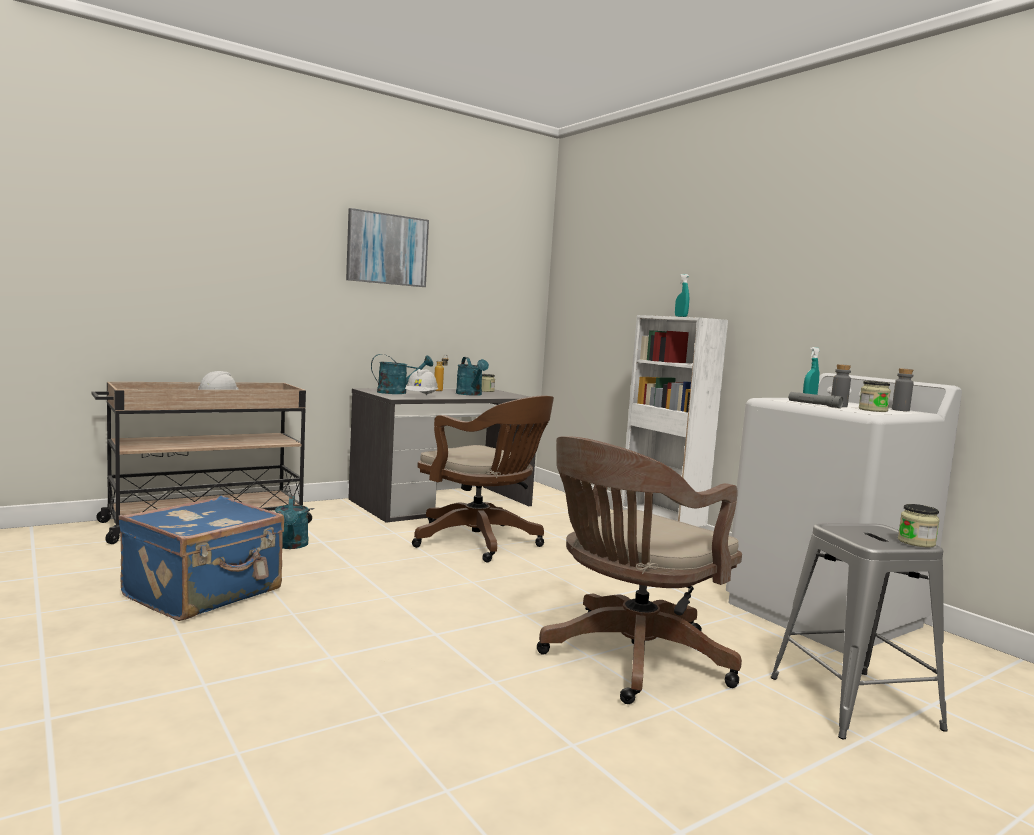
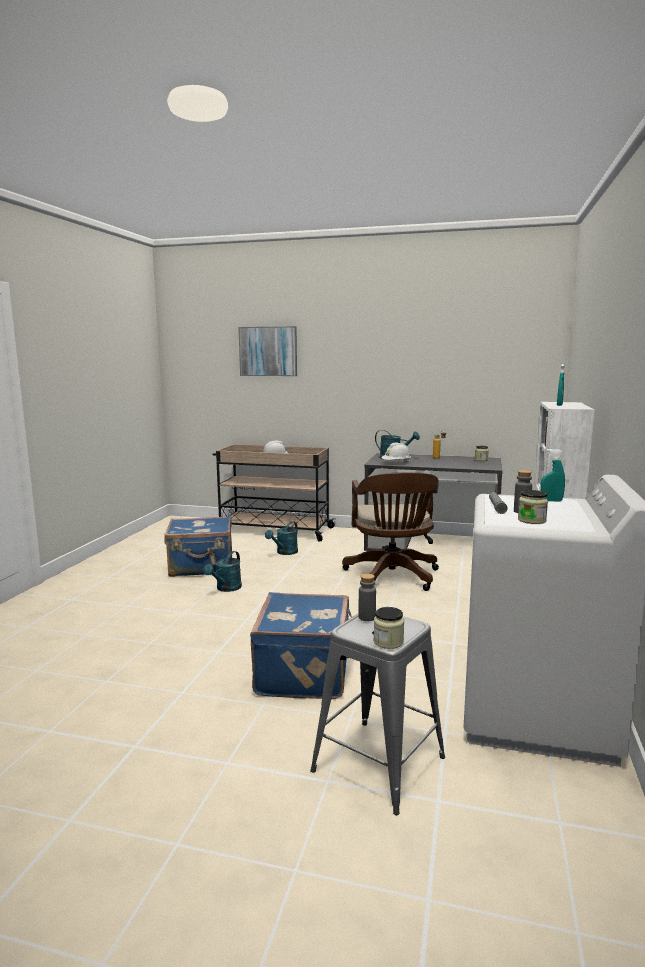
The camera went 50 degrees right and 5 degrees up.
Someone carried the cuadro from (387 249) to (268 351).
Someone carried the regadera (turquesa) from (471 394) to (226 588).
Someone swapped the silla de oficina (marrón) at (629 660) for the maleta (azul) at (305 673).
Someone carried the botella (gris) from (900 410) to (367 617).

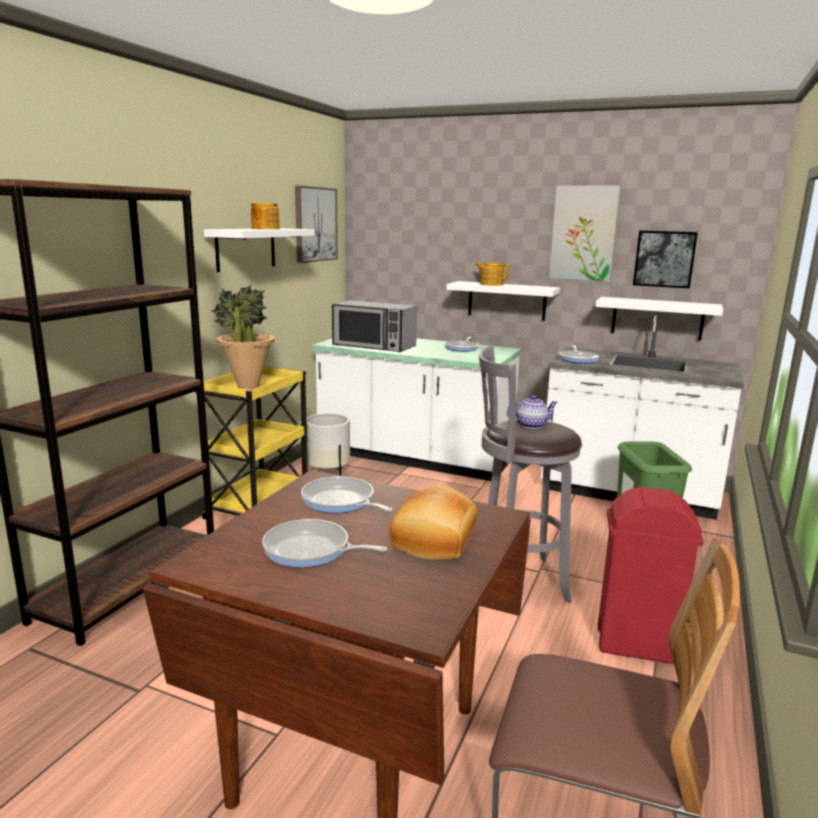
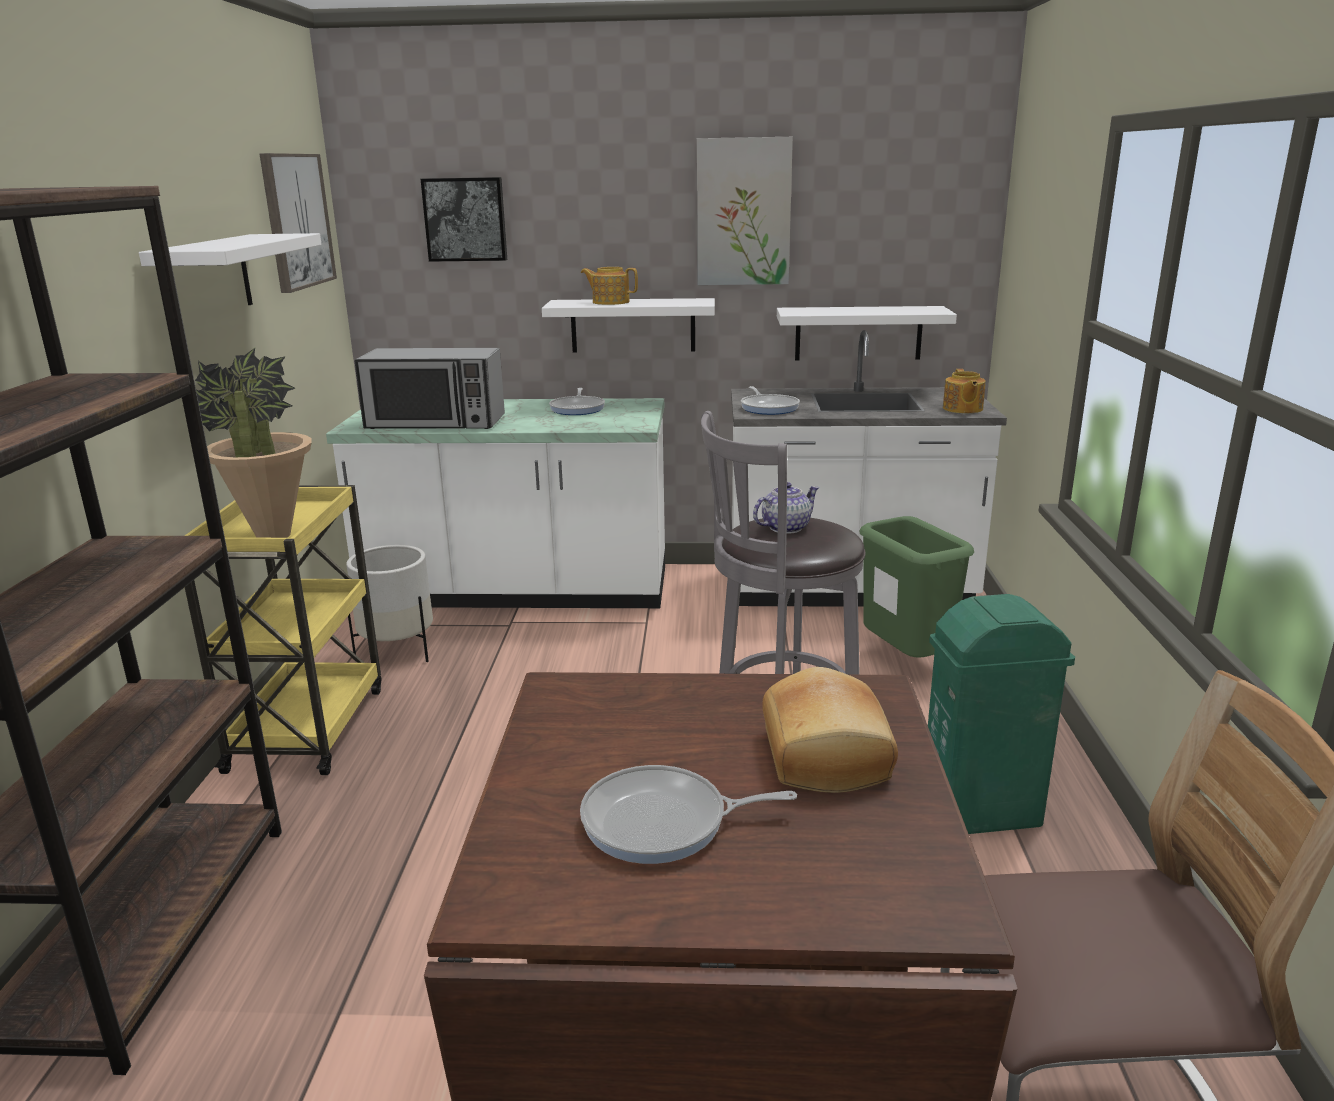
The camera went 20 degrees left and 5 degrees up.
Someone carried the tetera from (264 229) to (962 409).
Someone took away the sartén at (340 501).
Someone repainted the papelera (rojo) at (637 646), which became the papelera (verde) at (982 813).
Someone carried the cuadro from (664 259) to (465 219).

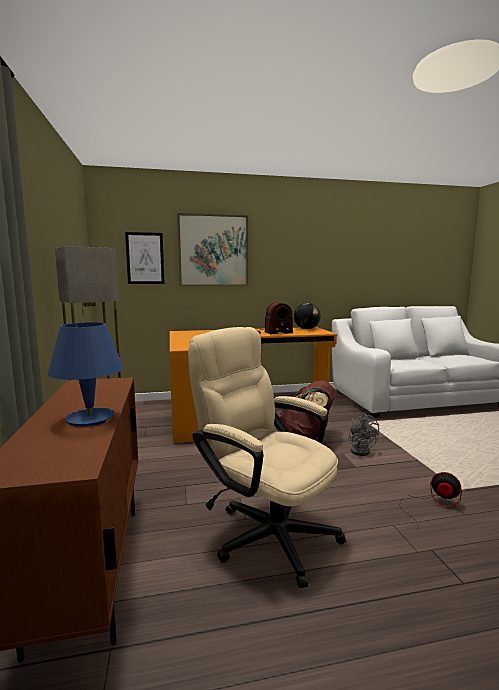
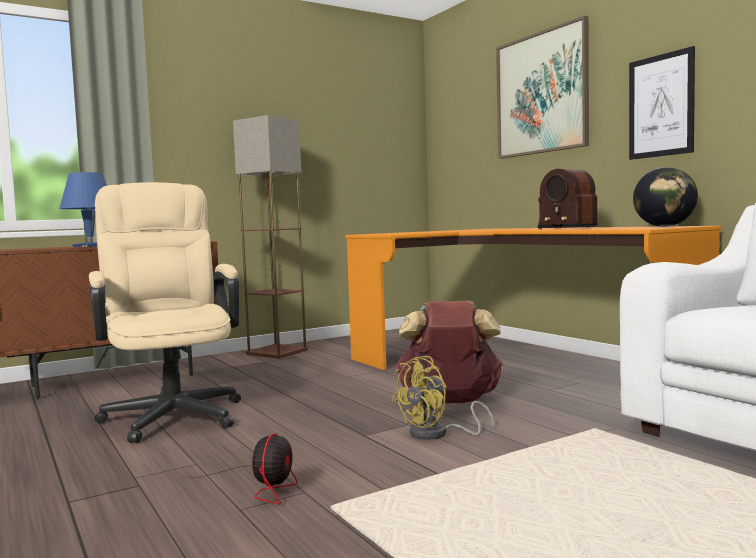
The camera went 70 degrees right and 5 degrees down.
Someone carried the cuadro from (145 258) to (661 106).
Someone rotated the silla de oficina (beis) at (265 531) by 45 degrees counterclockwise.
Someone repainted the ventilador (gris) at (361 450), which became the ventilador (amarillo) at (437 434).

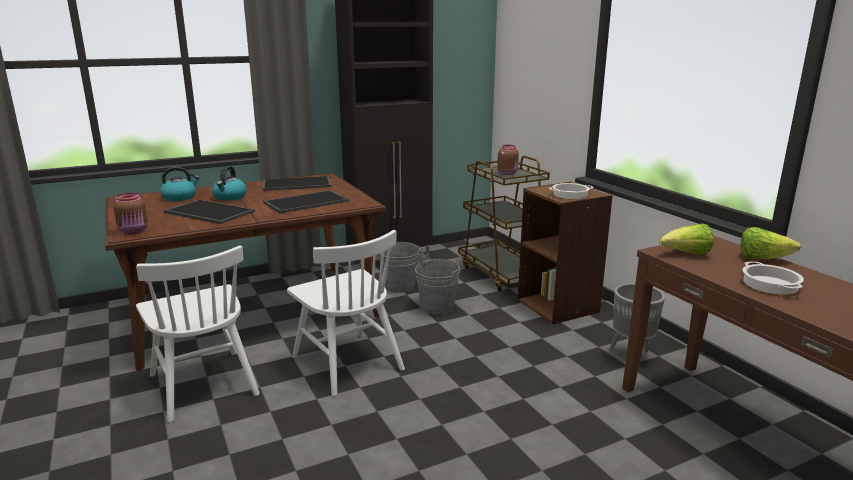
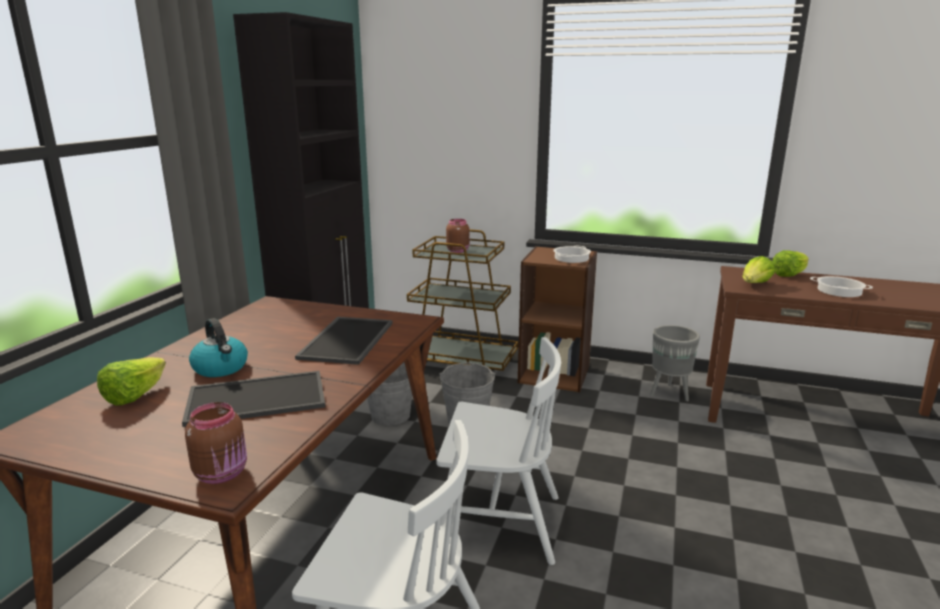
The camera went 45 degrees left and 0 degrees up.
Someone swapped the hervidor at (180 197) for the lechuga at (135 396).
Someone took away the bandeja at (296 184).

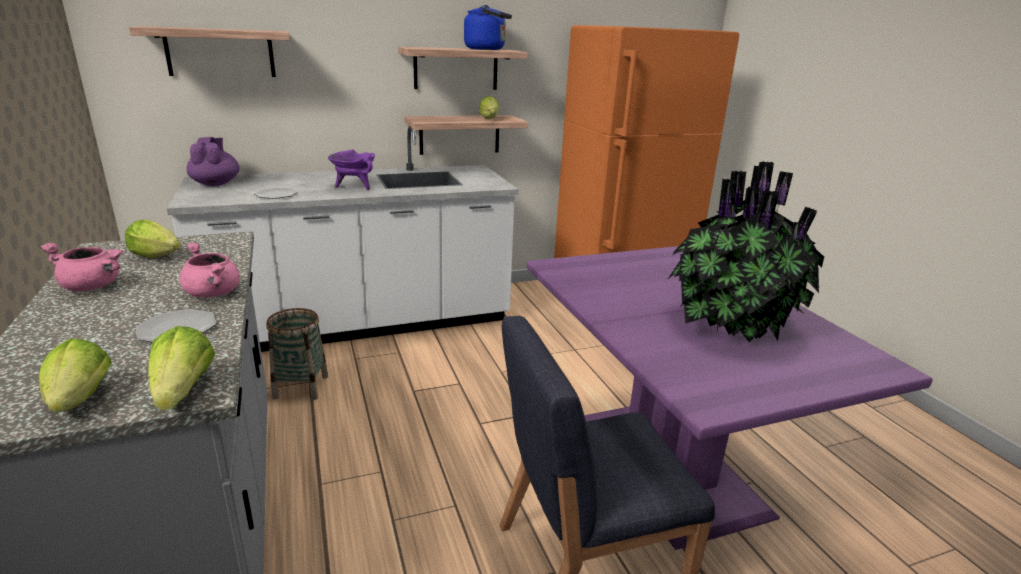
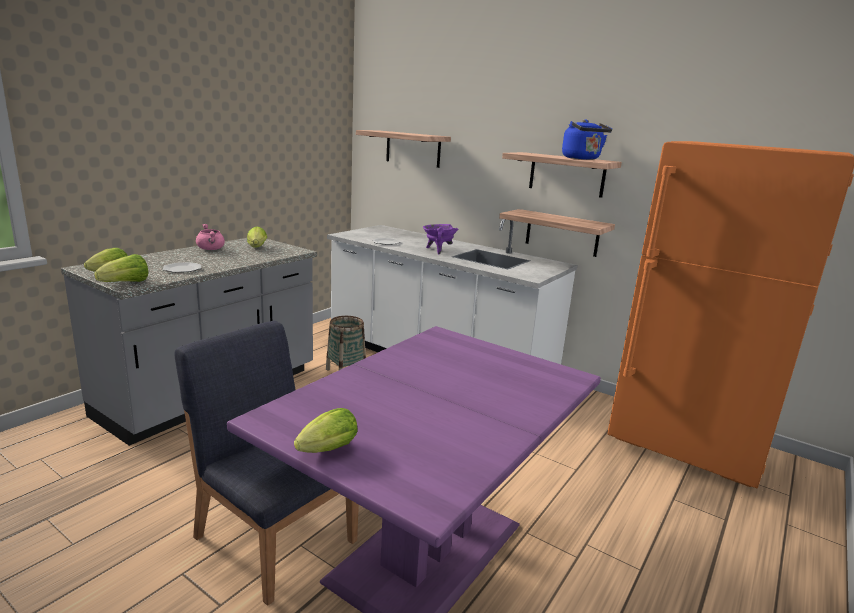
The camera went 55 degrees right and 5 degrees down.
Someone took away the olla (rosa) at (214 293).
Someone took away the tetera (morado) at (216 183).
Someone carried the lechuga from (490 119) to (325 451).
Someone took away the planta en maceta at (730 322).

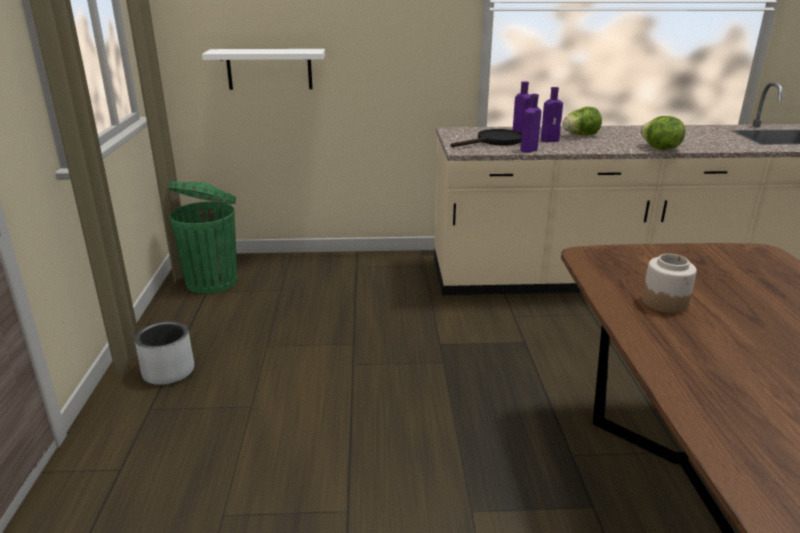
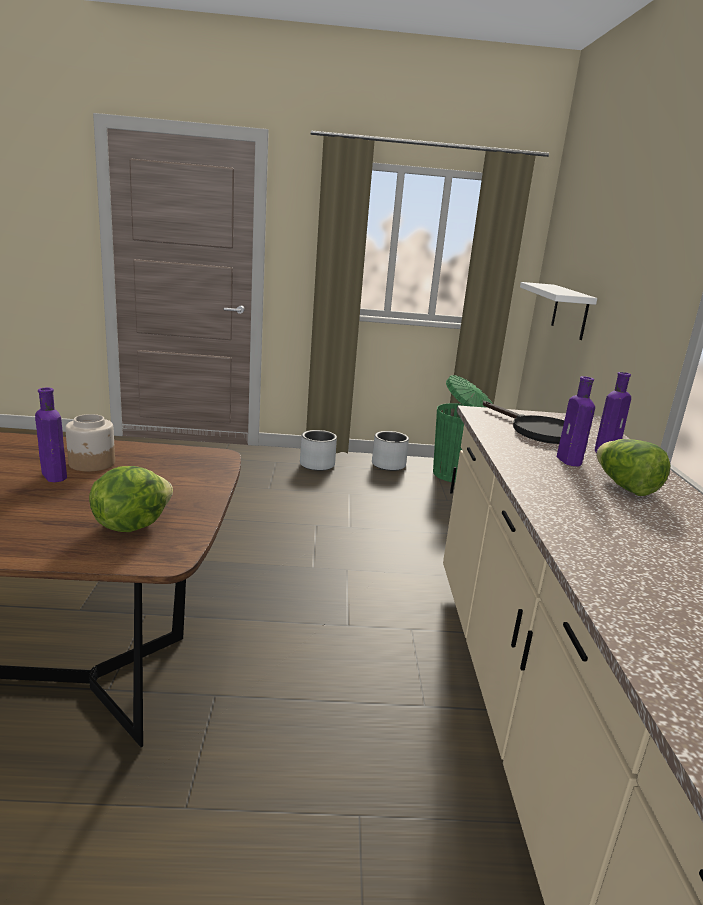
The camera went 90 degrees right and 5 degrees down.
Someone carried the botella (morado) from (528 150) to (53 475).
Someone carried the lechuga from (660 149) to (131 525).
Someone put down the maceta (gris) at (388 465).

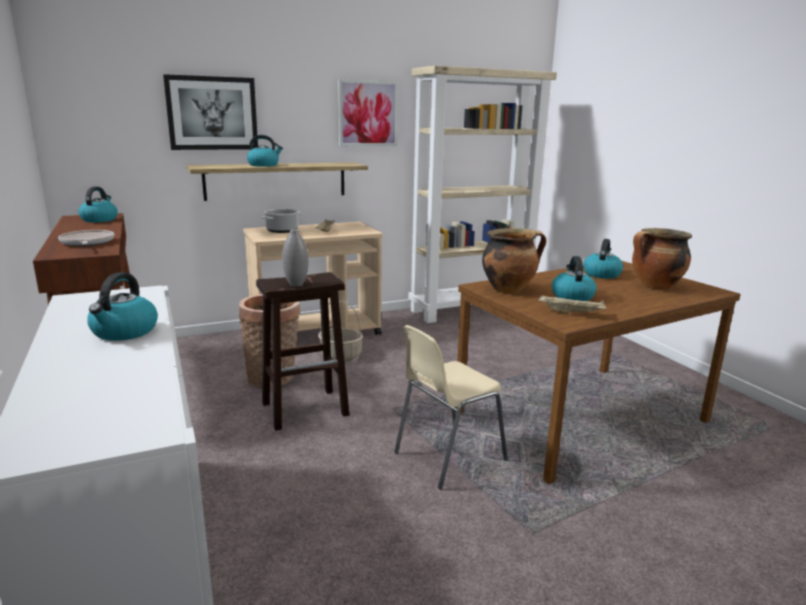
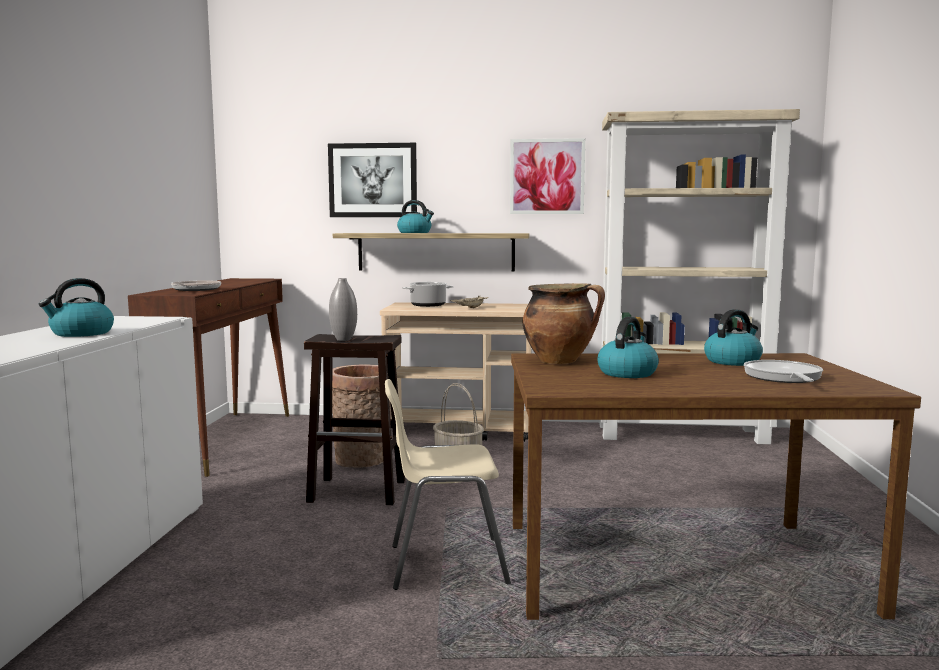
The camera went 30 degrees right and 10 degrees down.
Someone took away the hervidor at (99 219).
Someone took away the bandeja (beis) at (572 313).
Someone swapped the olla at (655 287) for the sartén at (783 377).

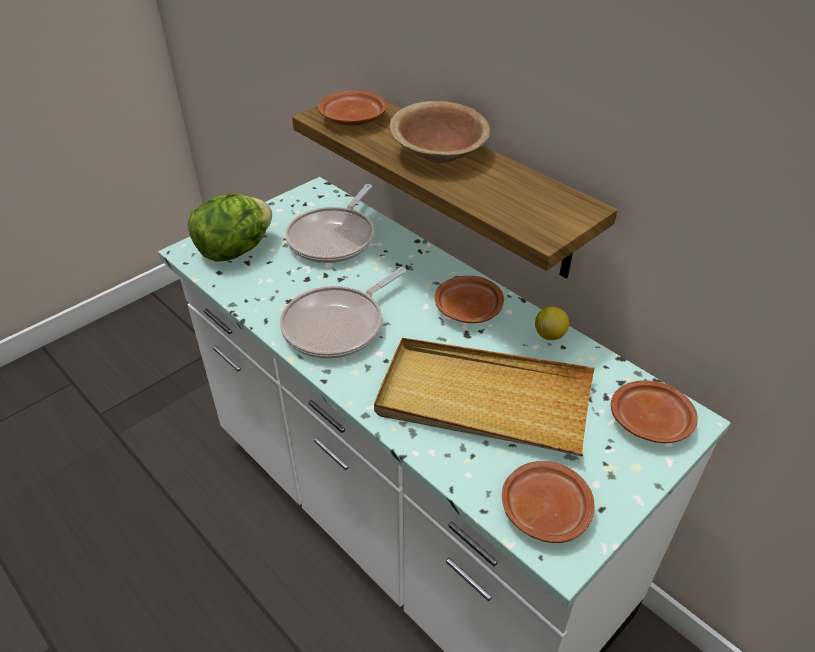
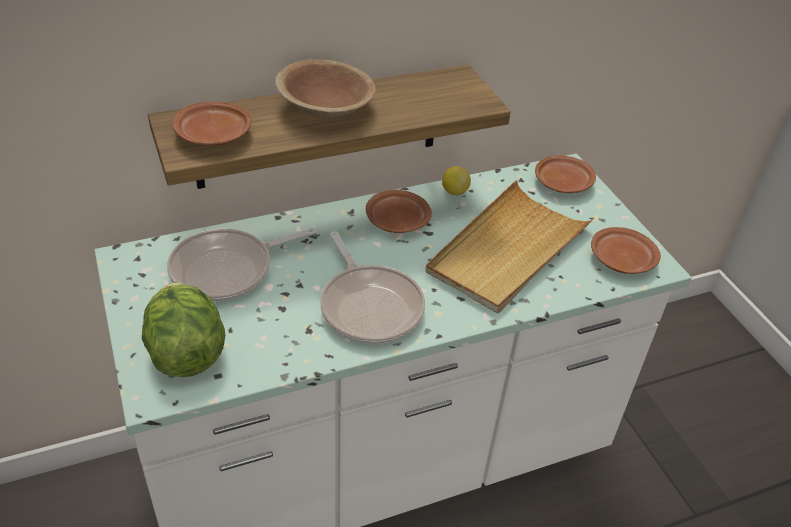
The camera went 70 degrees left and 0 degrees up.
Someone rotated the sartén at (334 238) by 105 degrees clockwise.

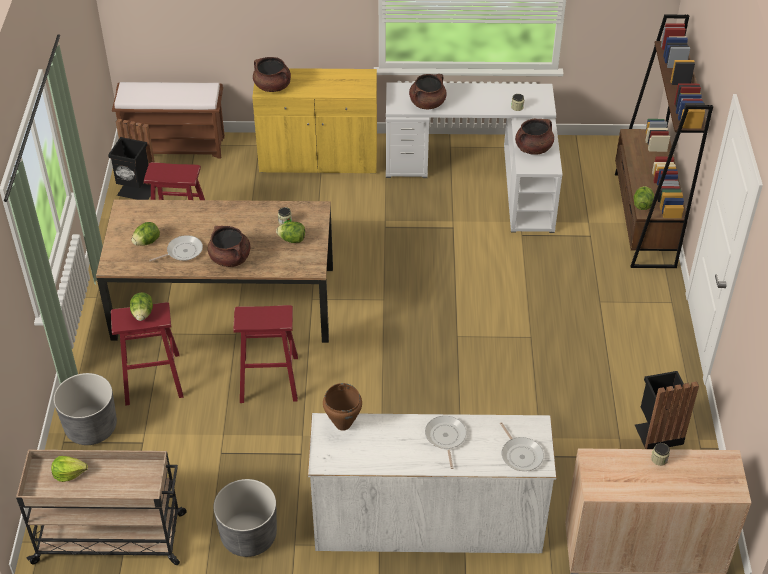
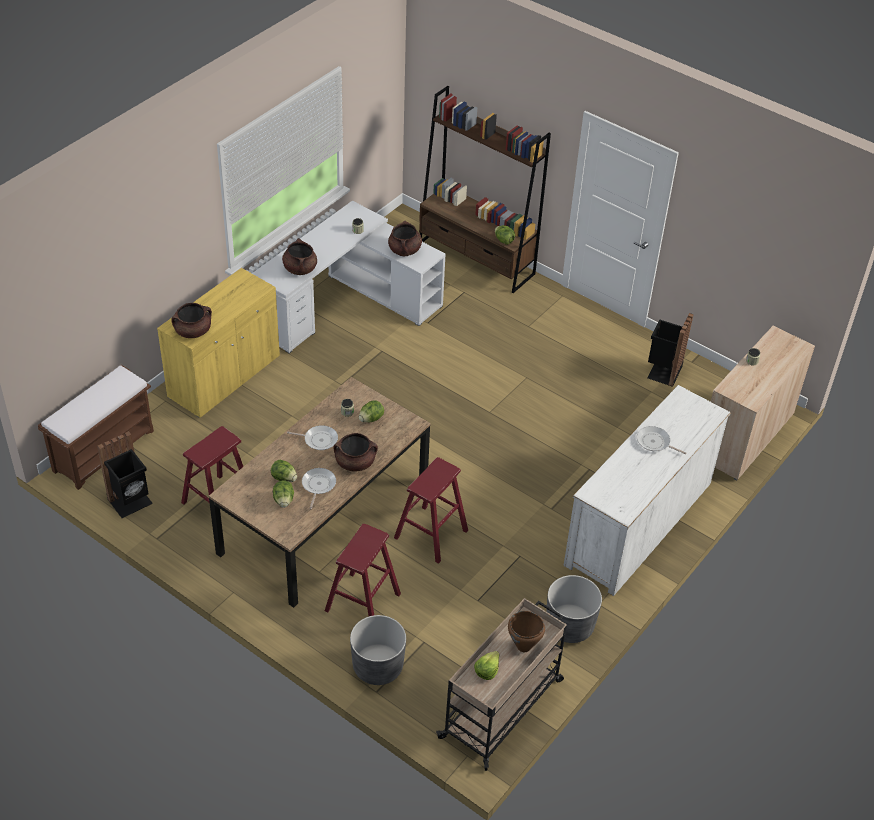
The camera went 55 degrees left and 0 degrees up.
Someone carried the lechuga from (142 314) to (284 478).
Someone carried the olla (marrón) from (342 424) to (524 646).
Someone carried the sartén from (520 454) to (319 440).

